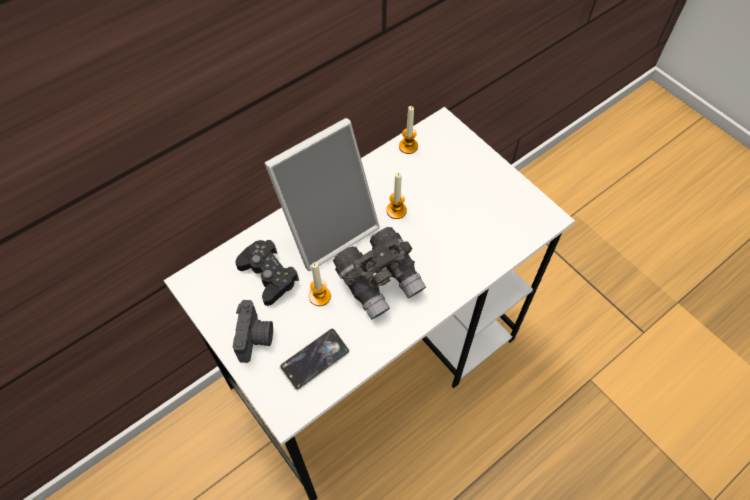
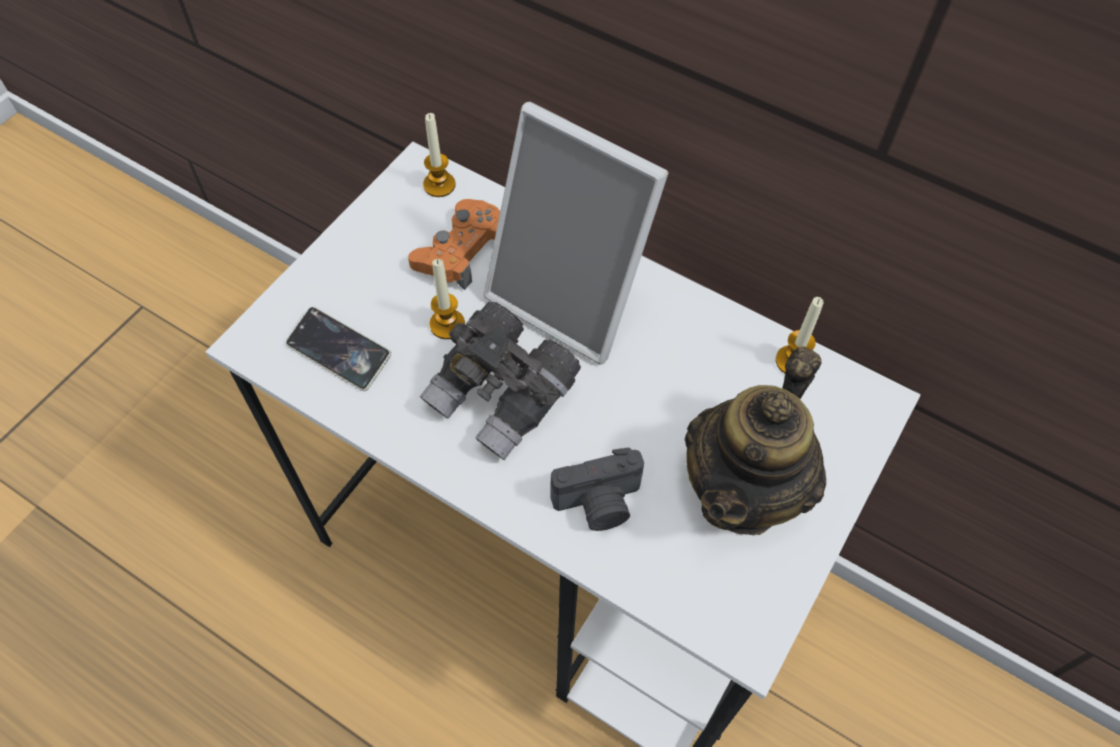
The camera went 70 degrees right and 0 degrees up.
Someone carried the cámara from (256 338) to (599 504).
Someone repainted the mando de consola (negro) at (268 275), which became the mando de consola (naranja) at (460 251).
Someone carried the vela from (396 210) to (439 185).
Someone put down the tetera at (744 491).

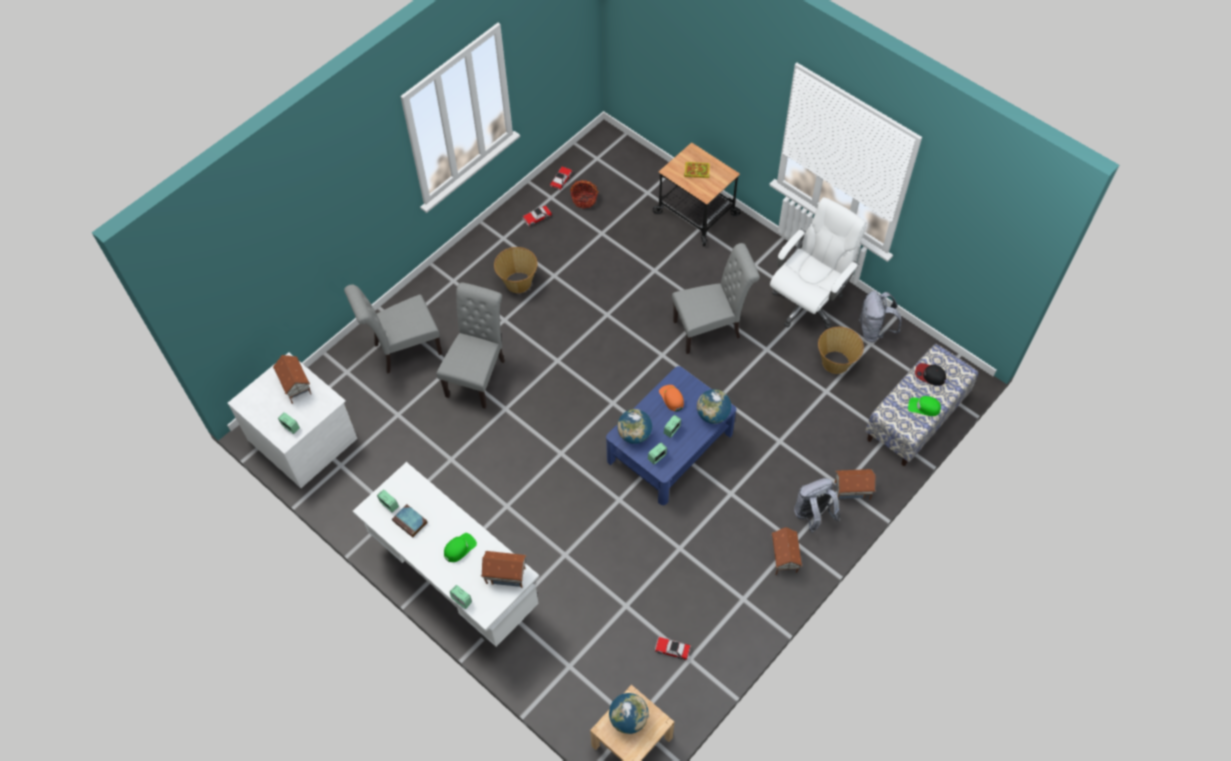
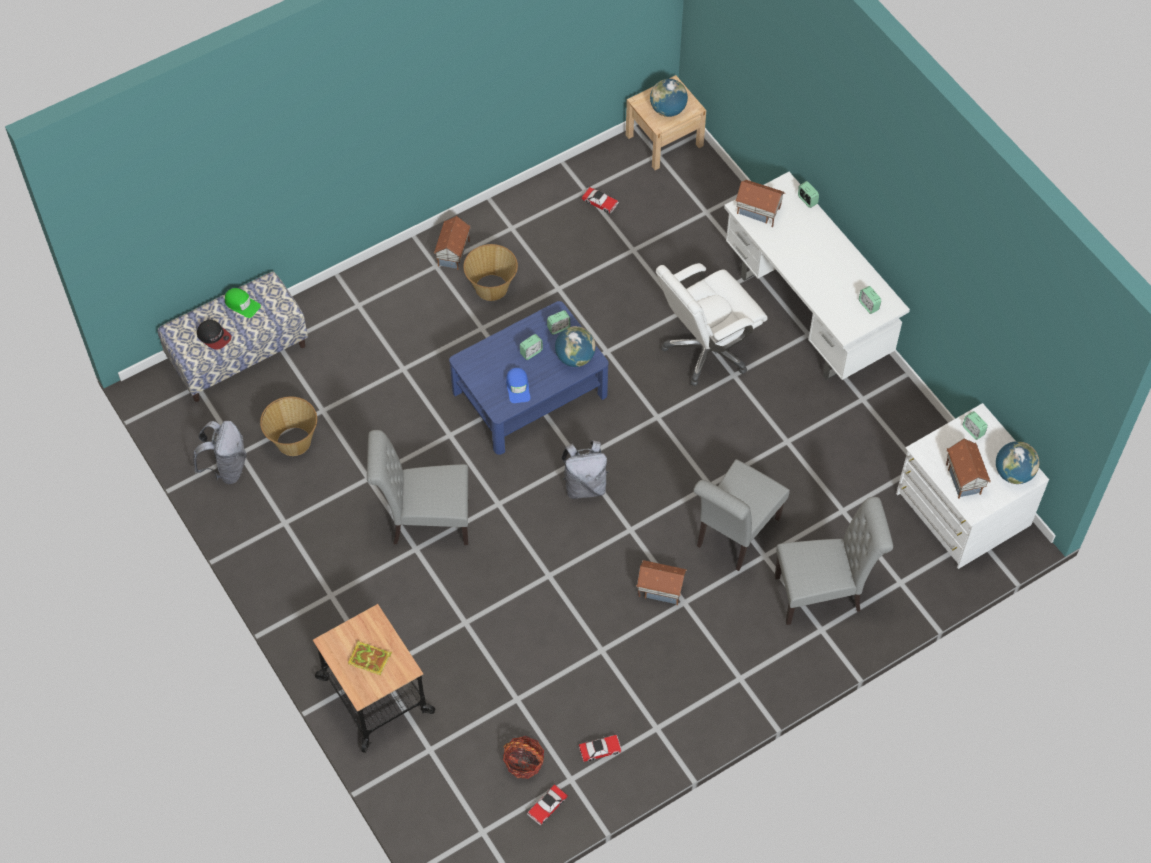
The camera went 165 degrees left and 0 degrees up.
Someone took away the libro at (410 522).
Someone took away the gorra (verde) at (459 548).
Someone carried the cesta from (518 282) to (491 288).
Someone repainted the gorra (naranja) at (671 398), which became the gorra (azul) at (518 387).
Someone carried the globo terráqueo from (713 415) to (1013 473).
Someone carried the silla de oficina (blanco) from (807 302) to (706 350).
Someone carried the mochila (gris) from (812 516) to (585 485).
Someone carried the casita from (852 491) to (660 589).

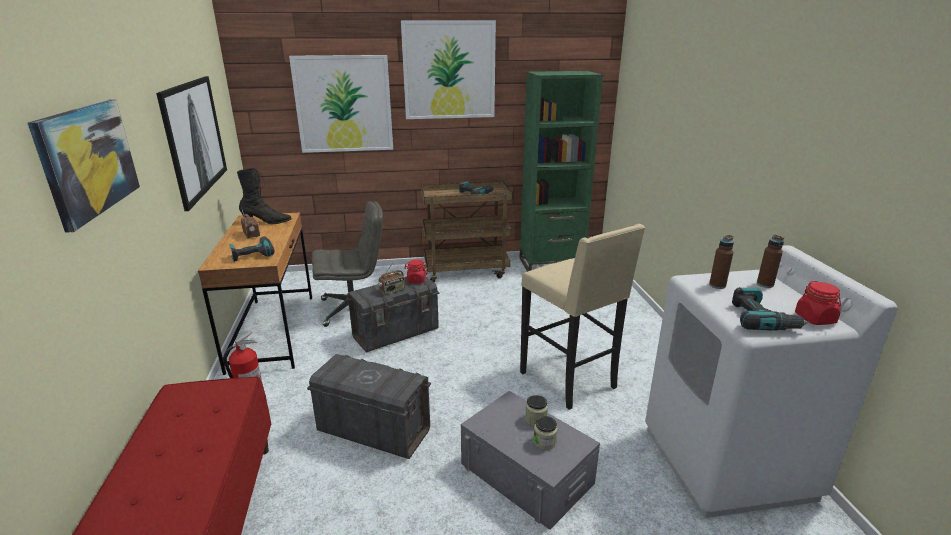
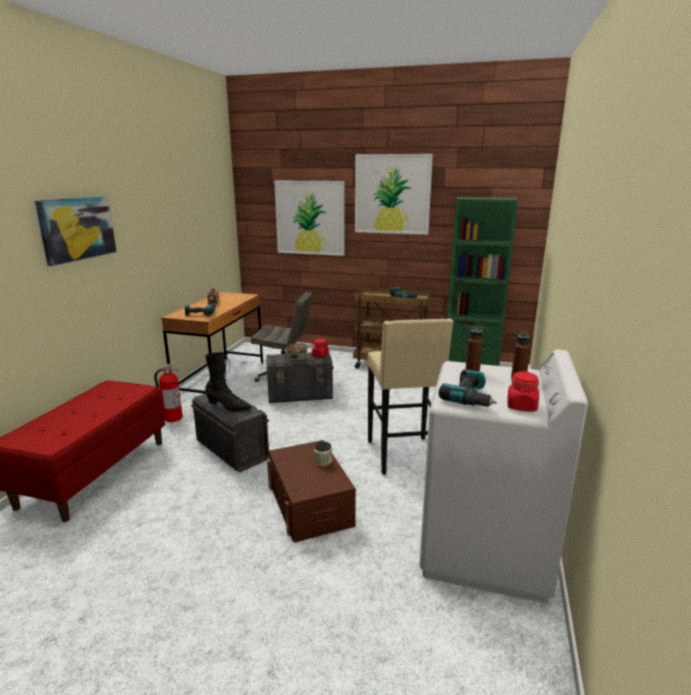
The camera went 25 degrees right and 5 degrees down.
Someone took away the cuadro at (193 138).
Someone carried the bota (negro) from (267 222) to (228 407).
Someone repainted the caja de almacenaje (gris) at (526 473), which became the caja de almacenaje (marrón) at (310 504).
Someone took away the tarro at (544 442).

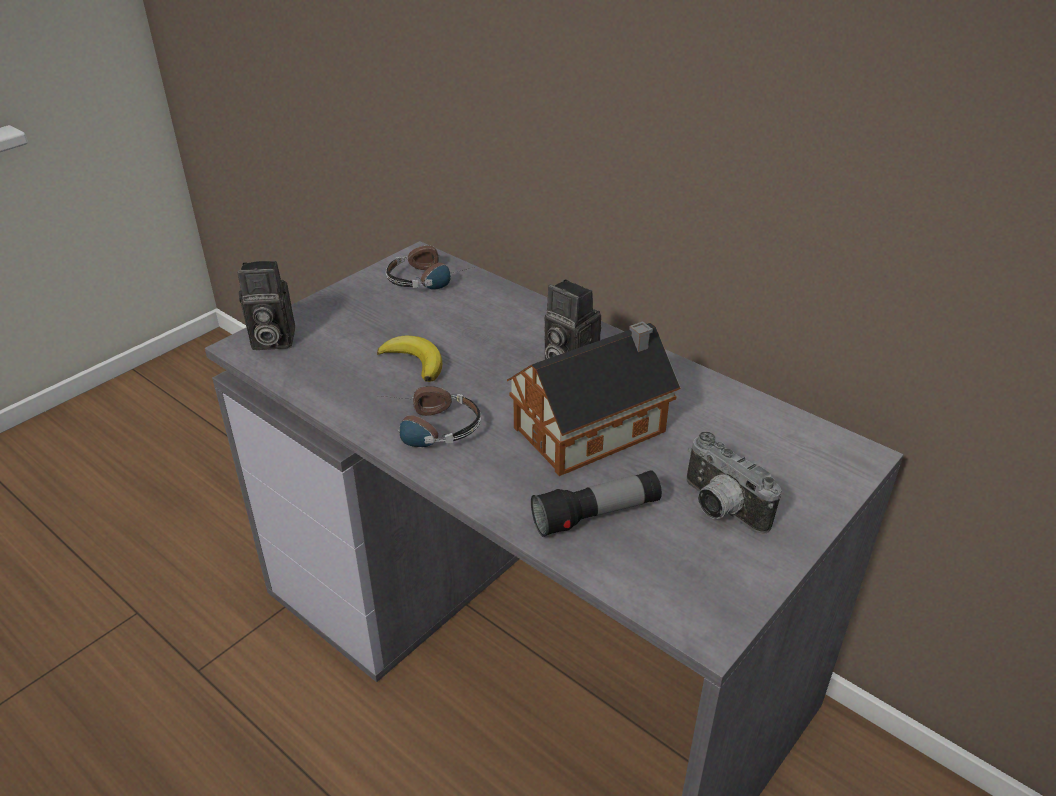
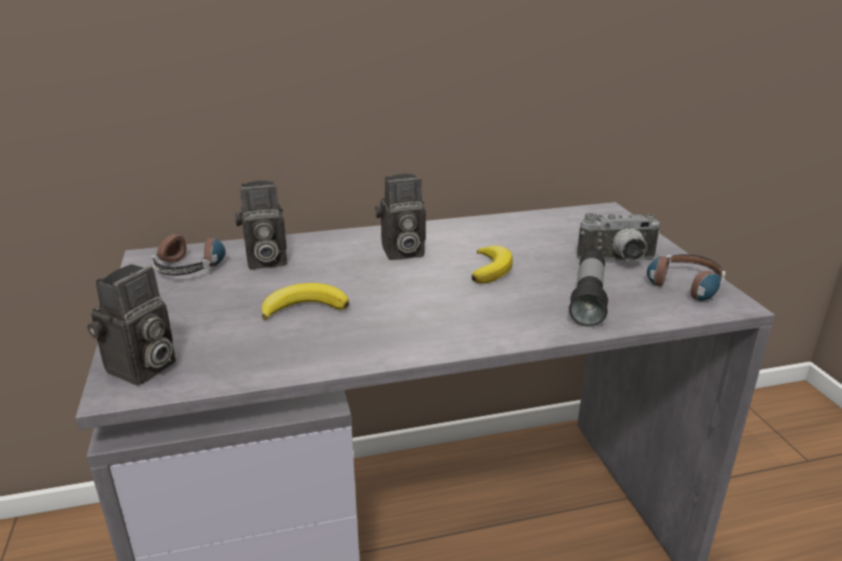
The camera went 55 degrees left and 10 degrees down.
Someone carried the auriculares from (425 428) to (680 290).
Someone swapped the casita at (596 428) for the plátano at (491 268).
Someone put down the cámara at (264 261).

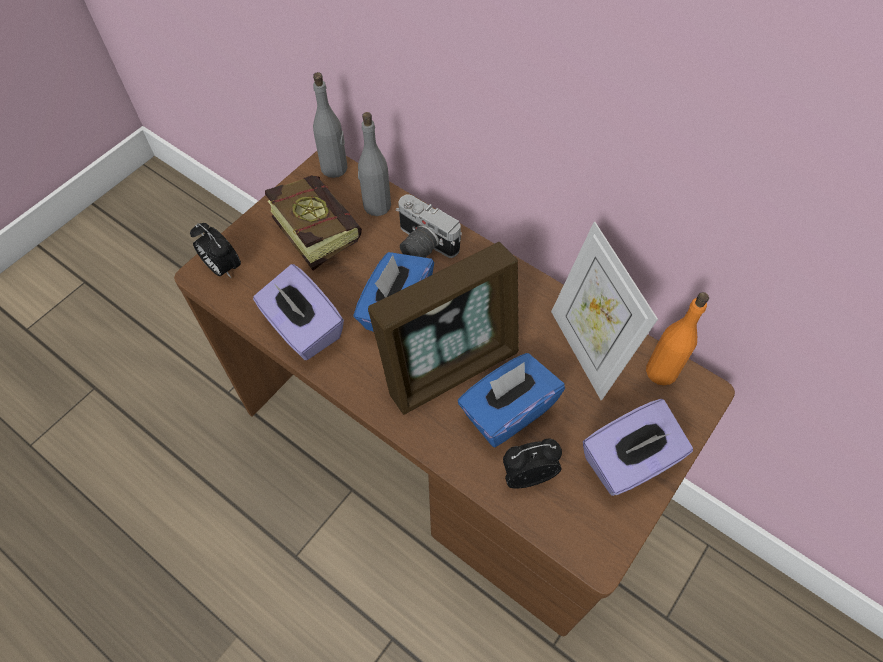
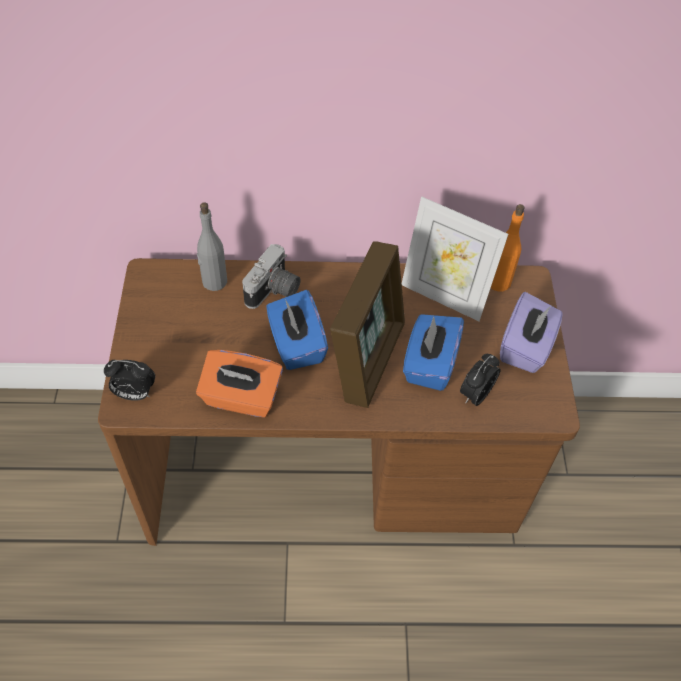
The camera went 40 degrees left and 5 degrees down.
Someone repainted the caja de pañuelos (morado) at (303 329), which became the caja de pañuelos (naranja) at (241 398).
Someone took away the libro at (312 229).
Someone took away the botella (gris) at (334 168).
Someone rotated the cámara at (421 246) by 60 degrees counterclockwise.

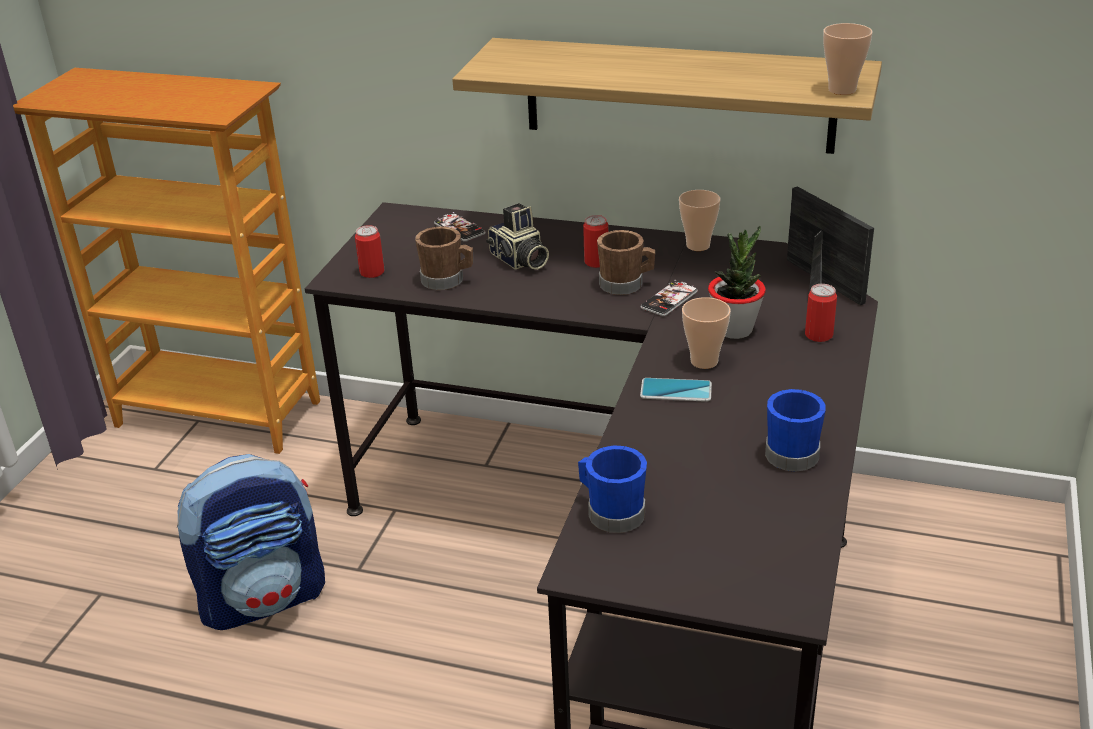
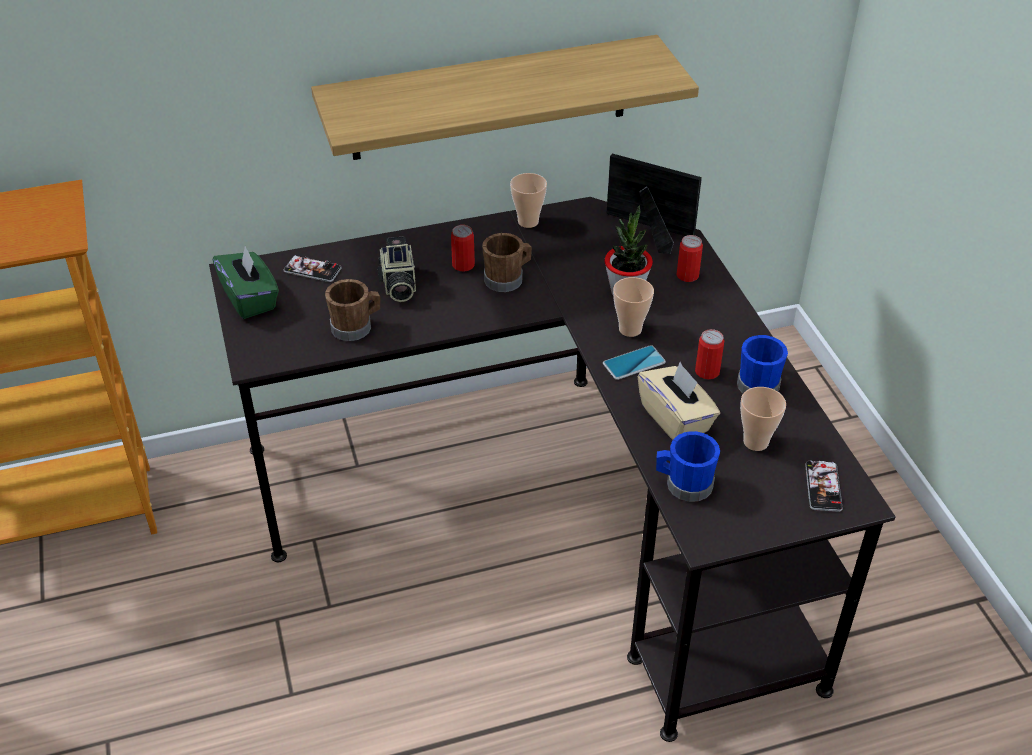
The camera went 35 degrees left and 10 degrees up.
Someone took away the mochila at (264 598).
Someone carried the lata from (372 272) to (707 371).
Someone rotated the cámara at (519 261) by 60 degrees clockwise.
Someone carried the móvil from (669 300) to (823 487).
Someone carried the taza from (842 90) to (755 442).
Someone put down the caja de pañuelos (verde) at (250 299).
Someone put down the caja de pañuelos (beis) at (676 419).

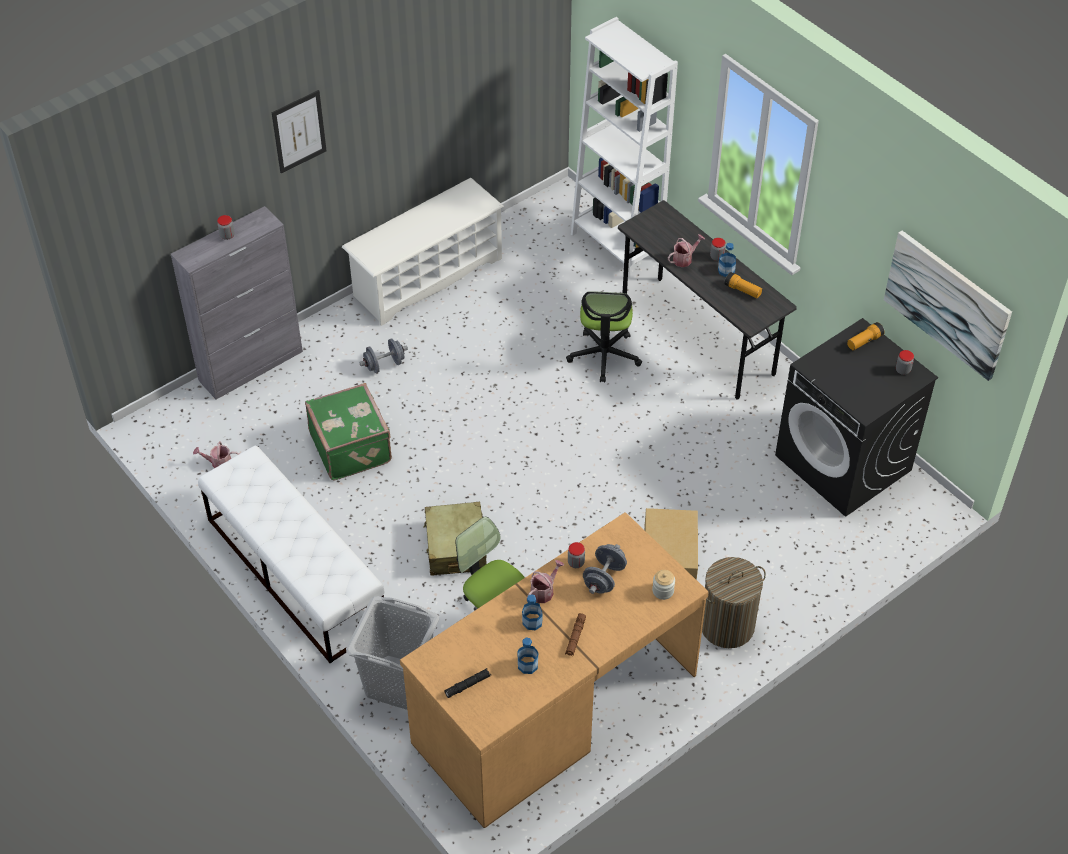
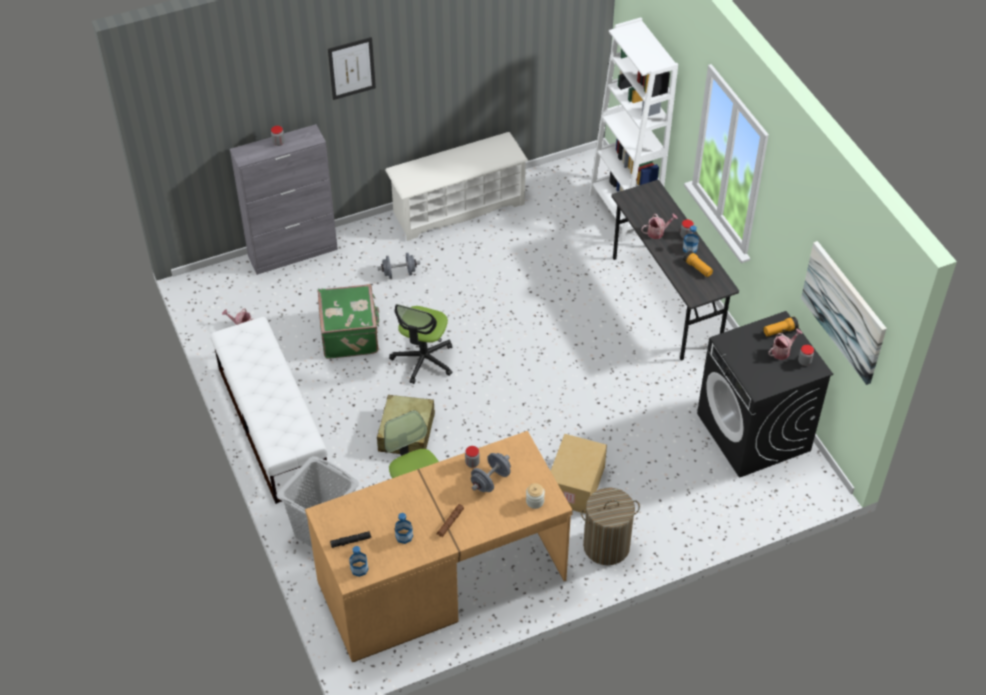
The camera went 15 degrees right and 0 degrees up.
Someone carried the botella from (532 622) to (359 569).
Someone carried the regadera from (544 591) to (782 351).
Someone carried the silla de oficina from (604 355) to (423 360).

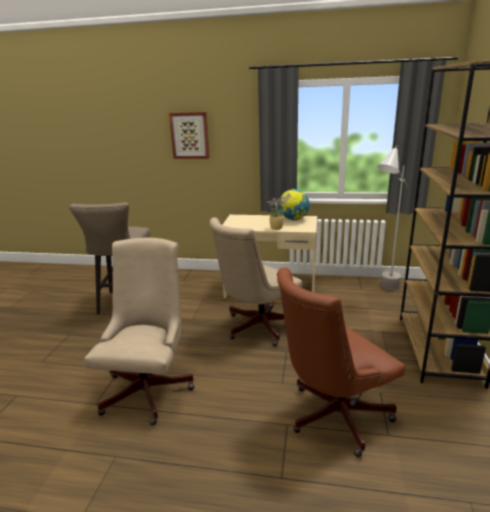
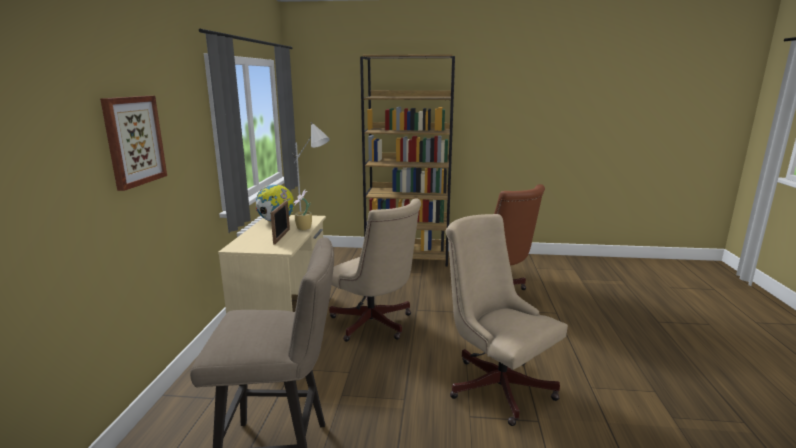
The camera went 95 degrees left and 5 degrees down.
Someone rotated the silla de oficina (beis) at (150 387) by 45 degrees clockwise.
Someone put down the portarretratos at (282 236).

